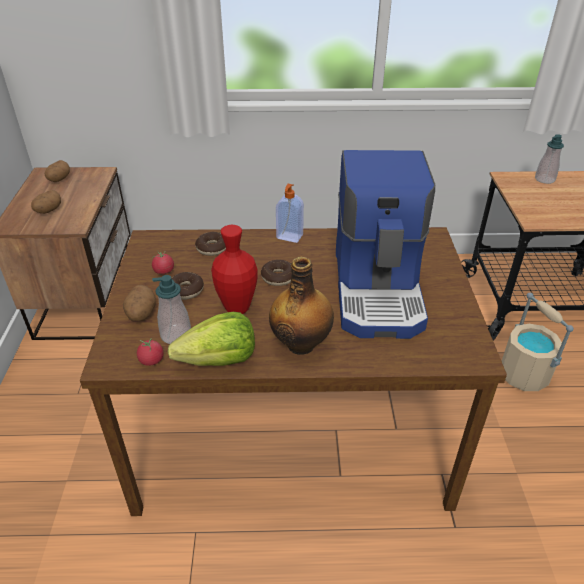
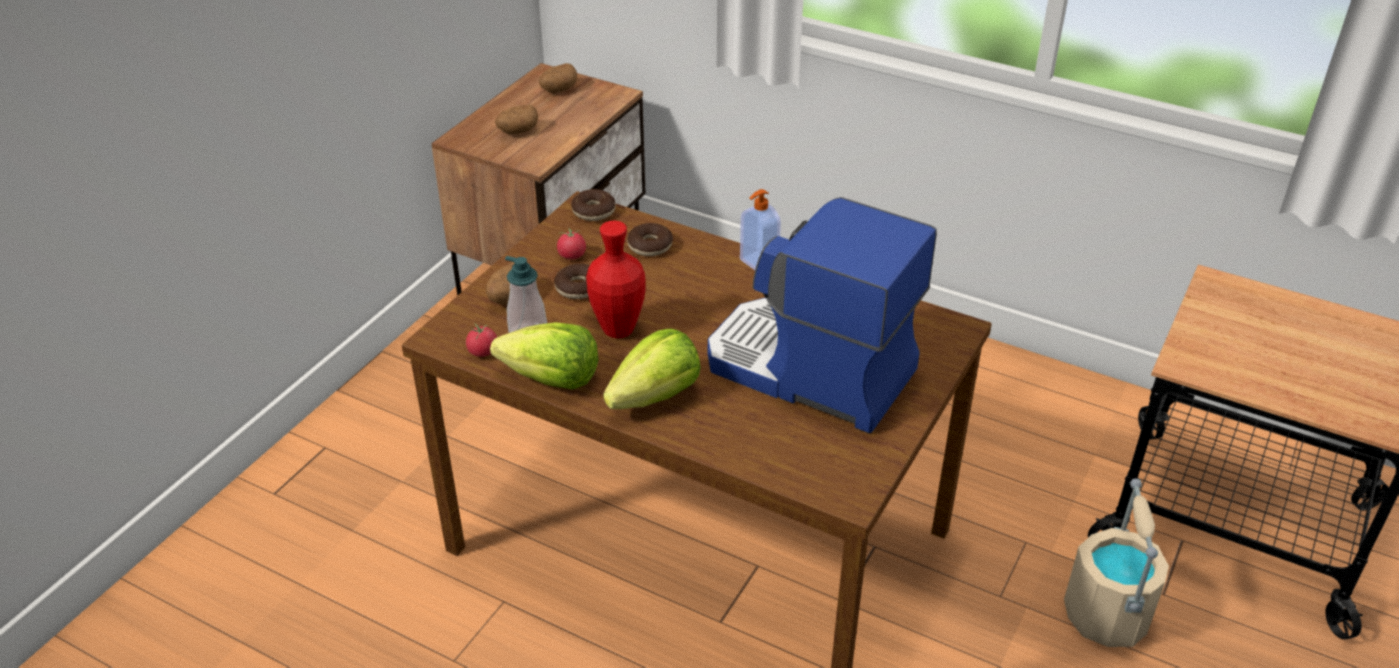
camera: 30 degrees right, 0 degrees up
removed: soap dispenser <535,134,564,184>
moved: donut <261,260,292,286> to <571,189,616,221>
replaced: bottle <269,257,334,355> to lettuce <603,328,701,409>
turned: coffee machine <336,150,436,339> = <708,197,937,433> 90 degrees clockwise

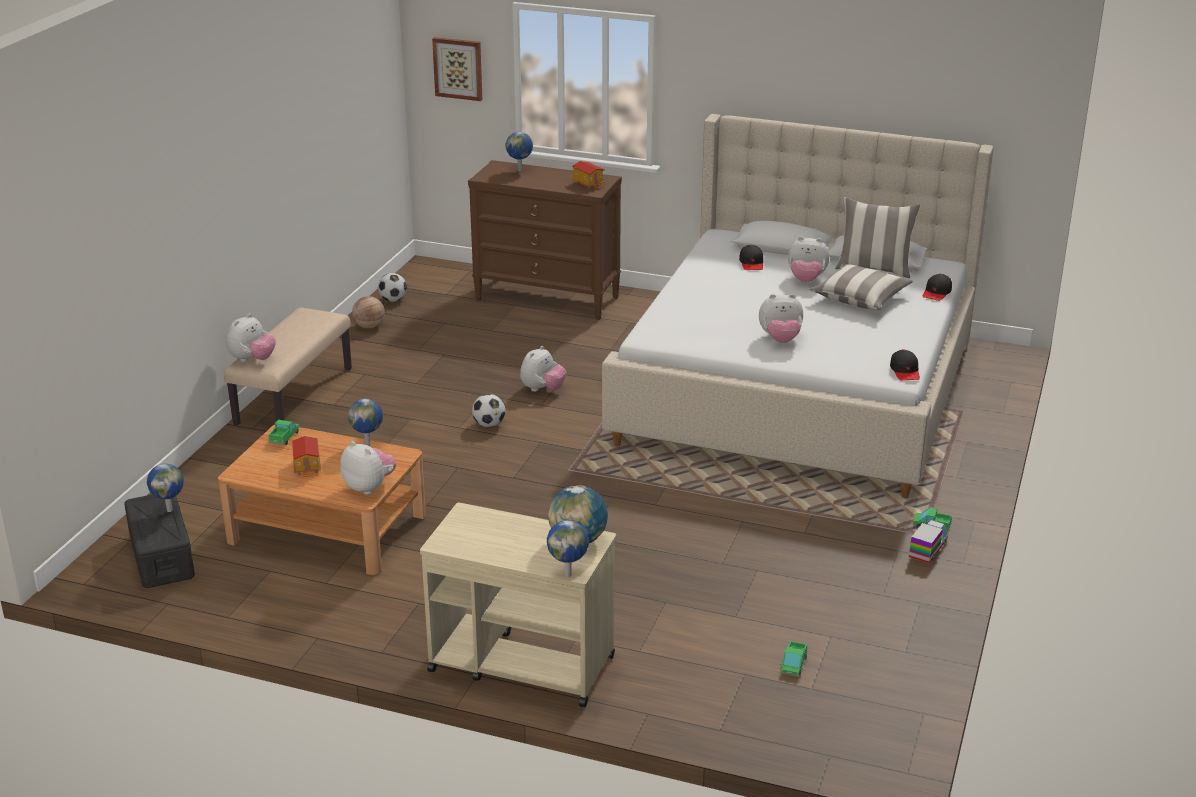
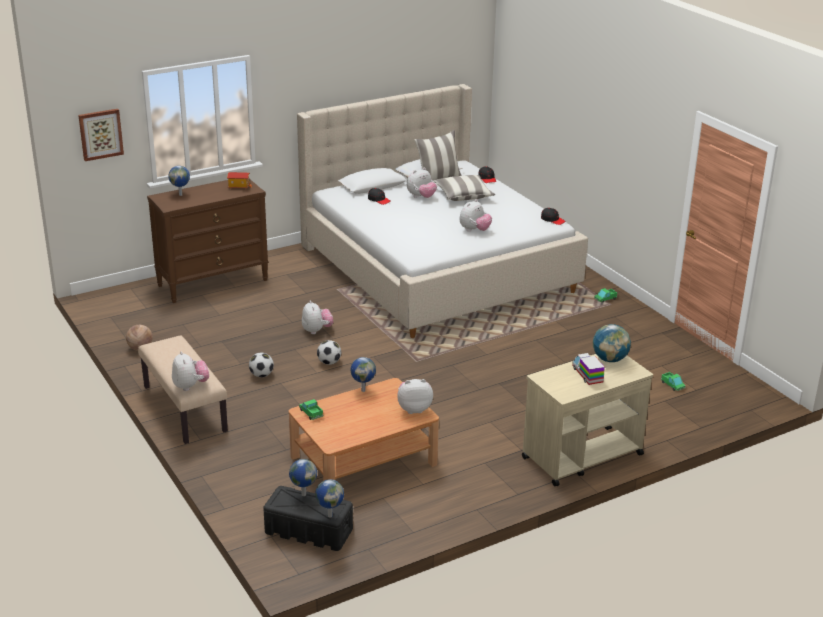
camera: 50 degrees left, 0 degrees up
removed: toy house <292,436,321,478>
moved: football <378,273,407,302> to <249,352,274,377>; globe <547,520,589,577> to <315,479,344,517>; toy truck <909,520,948,563> to <572,353,605,385>

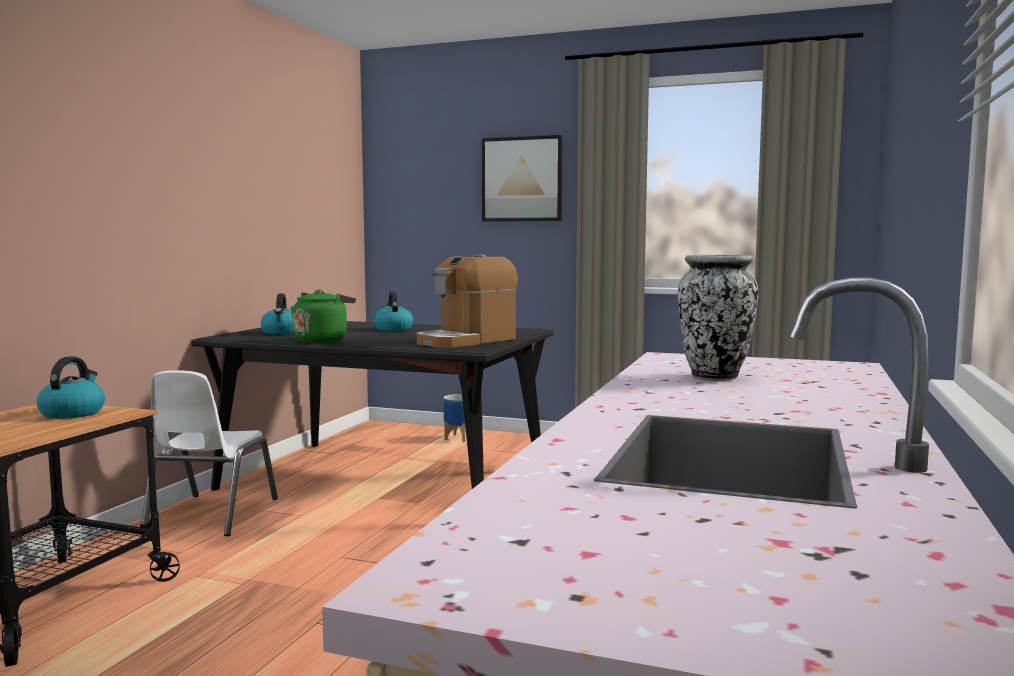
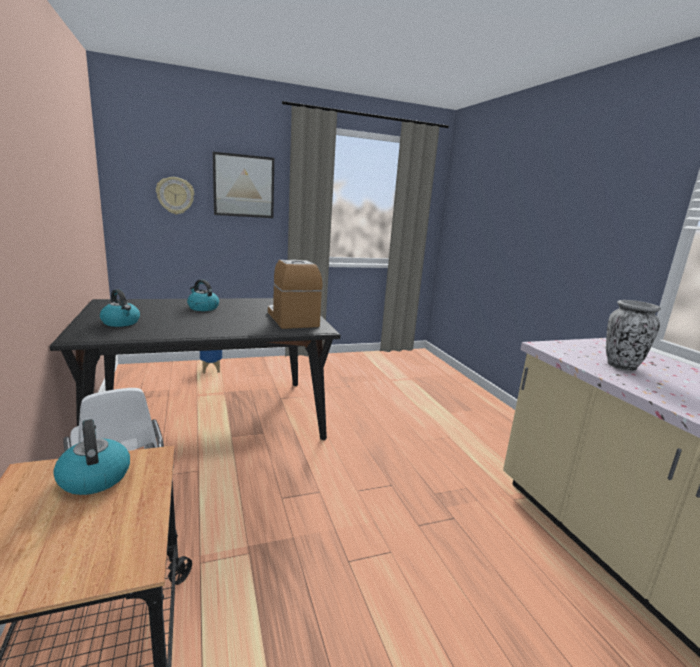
camera: 40 degrees left, 10 degrees up
removed: green kettle <291,290,356,343>
added: wall clock <156,177,194,214>
turned: coffee machine <417,254,518,348> = <268,260,322,329> 150 degrees clockwise

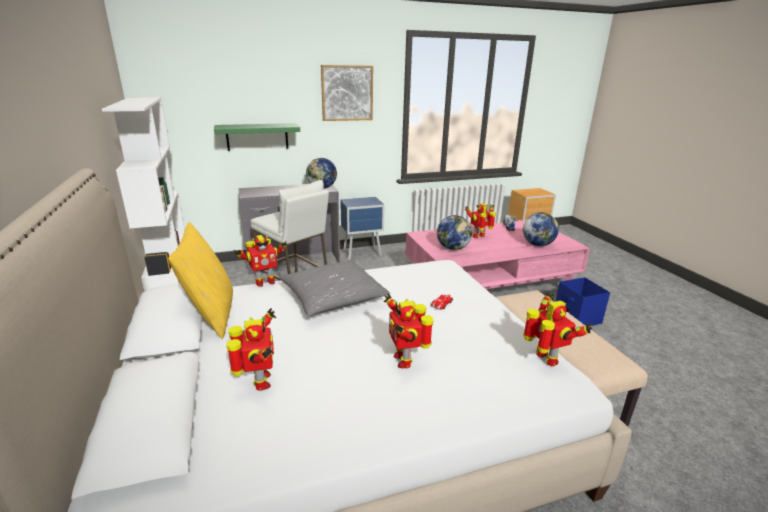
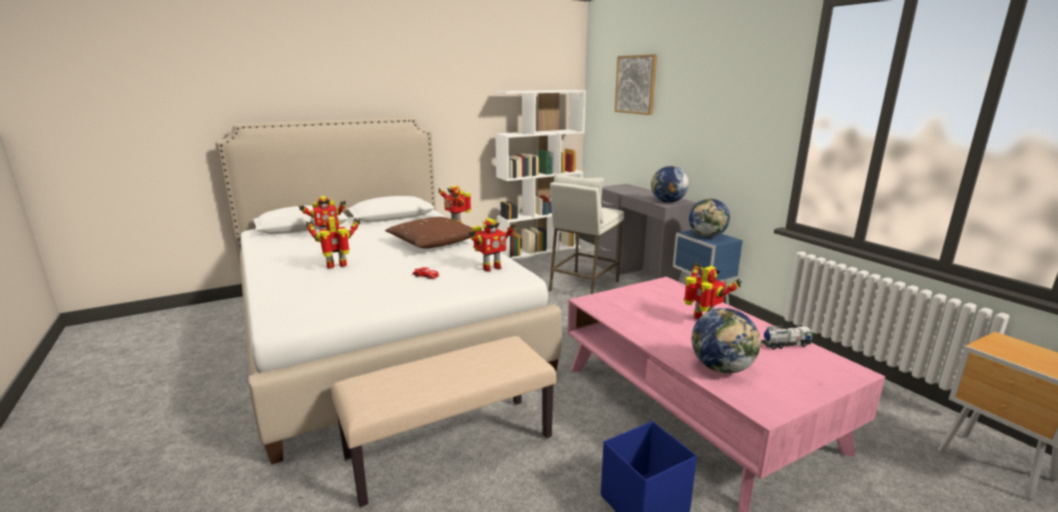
camera: 80 degrees right, 5 degrees down
removed: yellow pillow <168,222,233,339>; green shelf <214,123,300,151>
moved: picture <321,65,373,121> to <615,54,657,115>; globe <437,215,472,250> to <689,199,730,238>; toy robot <523,291,592,366> to <468,218,517,272>
recoloured: grey pillow <280,260,390,316> to brown pillow <385,217,473,249>

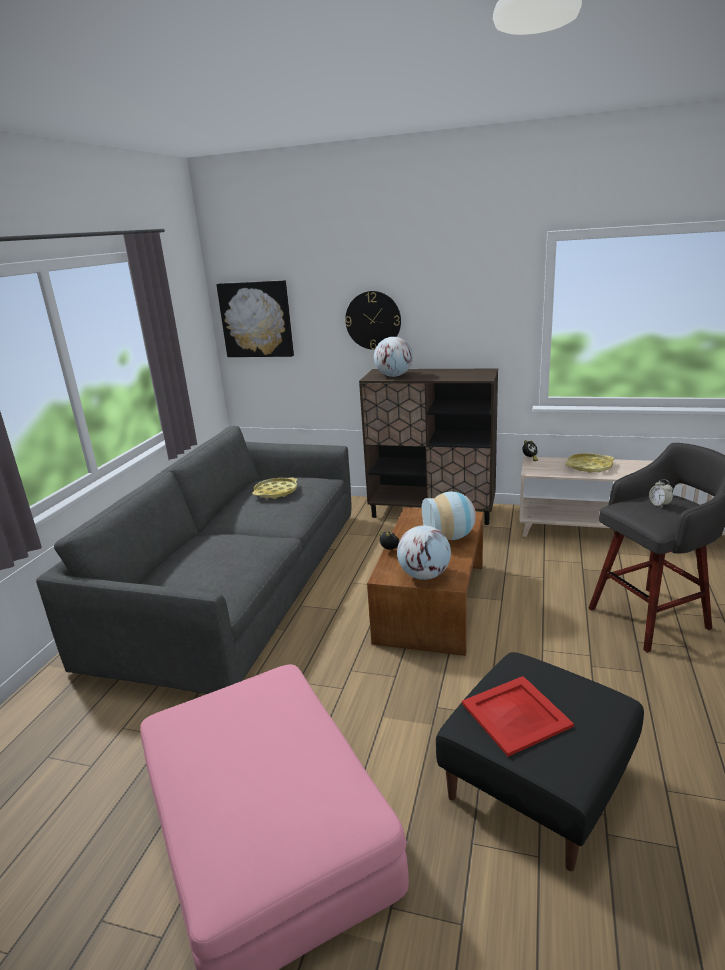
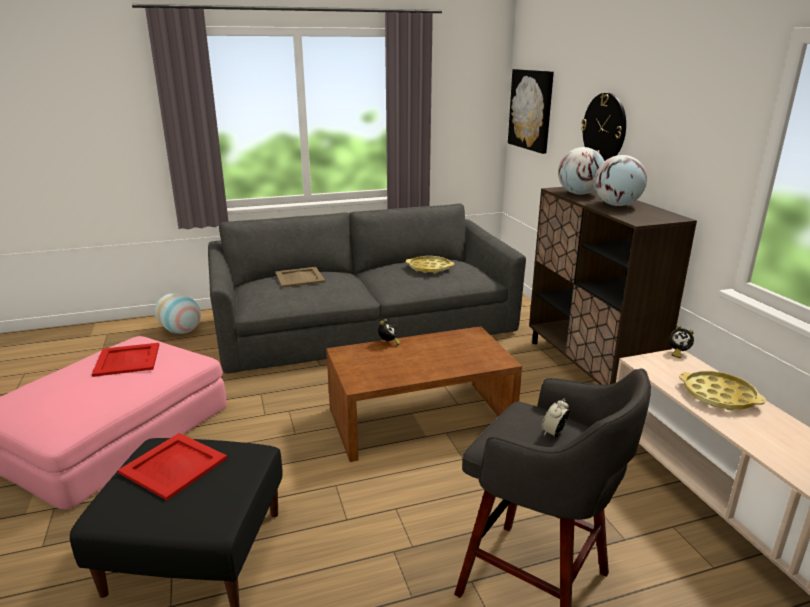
camera: 55 degrees right, 0 degrees up
added: red tray <92,343,159,377>; beige tray <275,267,325,288>
moved: globe <397,525,451,580> to <594,155,647,206>; vase <422,492,476,540> to <155,293,201,334>

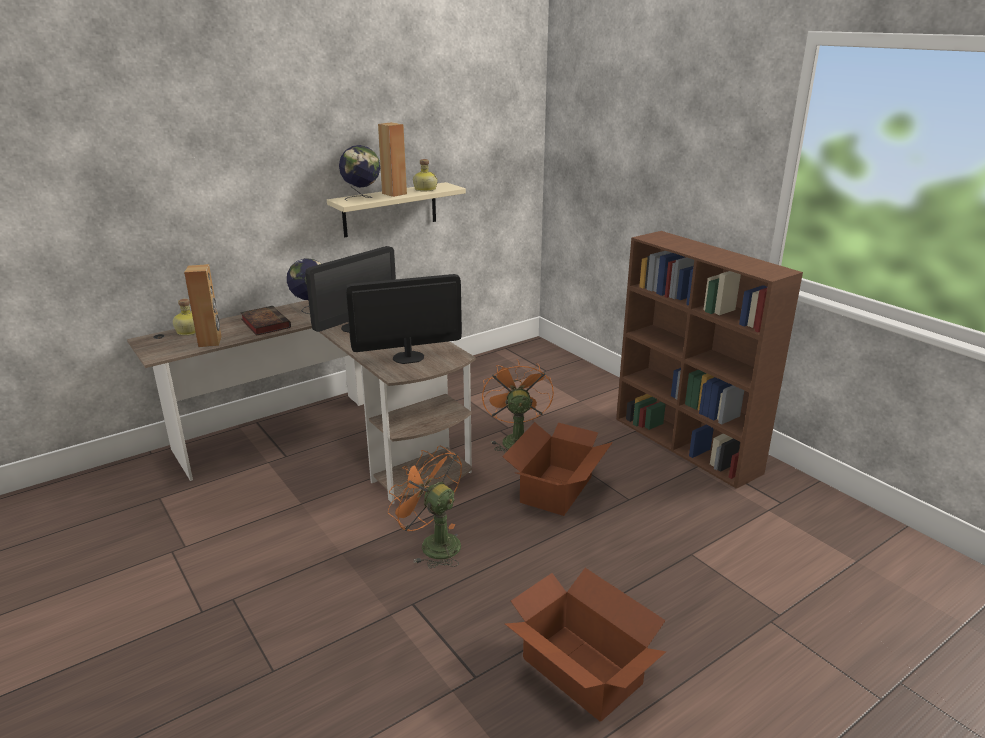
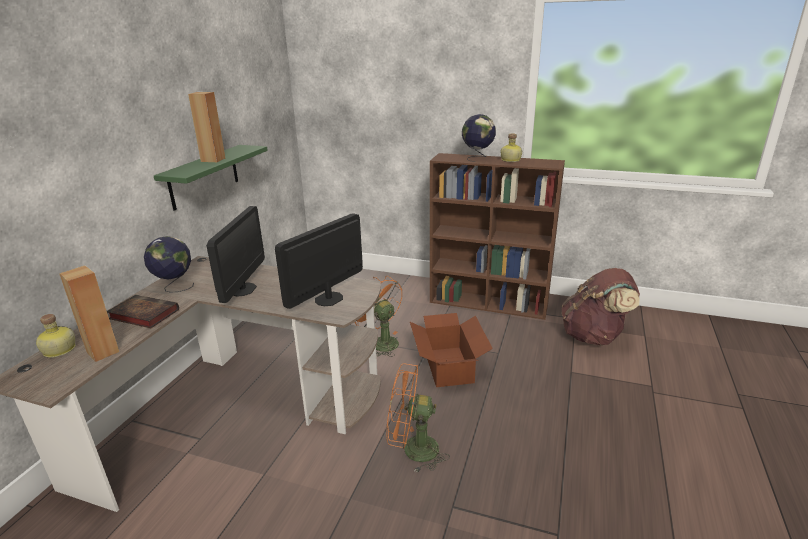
camera: 35 degrees left, 0 degrees up
removed: cardboard box <505,568,666,721>
added: brown backpack <561,268,640,345>
moved: globe <339,145,380,201> to <462,114,496,162>; bottle <413,159,437,191> to <501,133,522,162>
recoloured: beige shelf <327,182,466,237> to green shelf <154,145,268,211>

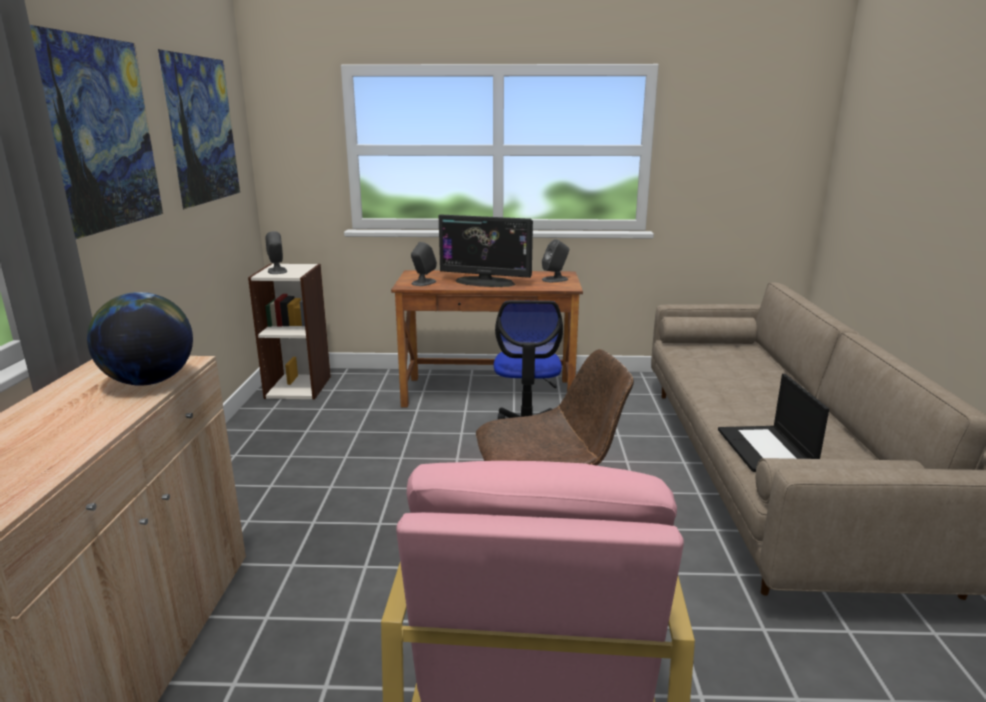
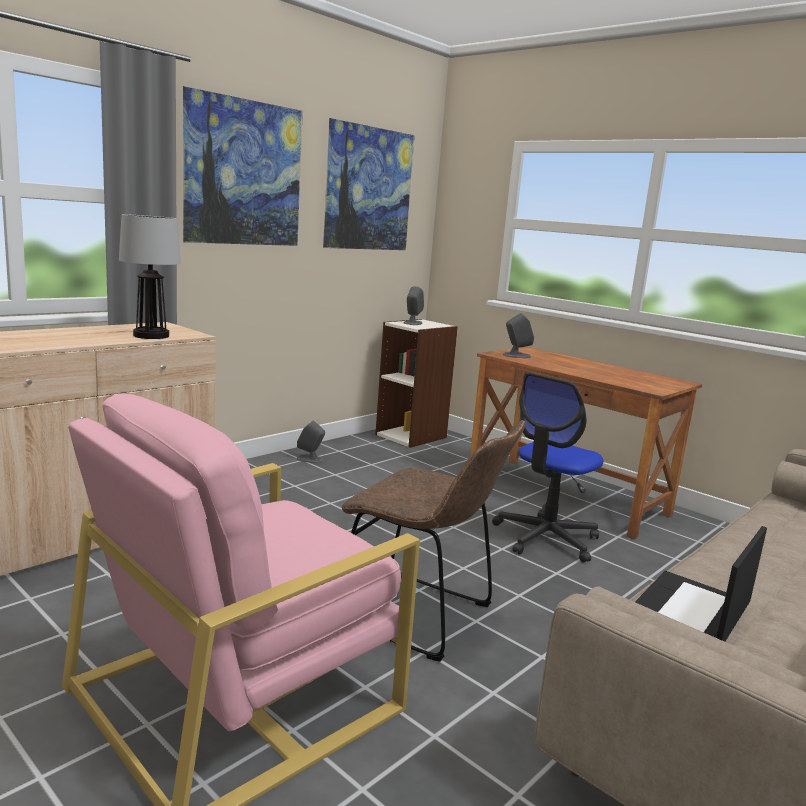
camera: 40 degrees right, 5 degrees down
removed: monitor <439,215,533,287>
moved: grey speaker <542,239,569,282> to <296,421,325,463>
replaced: globe <87,292,193,386> to table lamp <119,214,181,339>

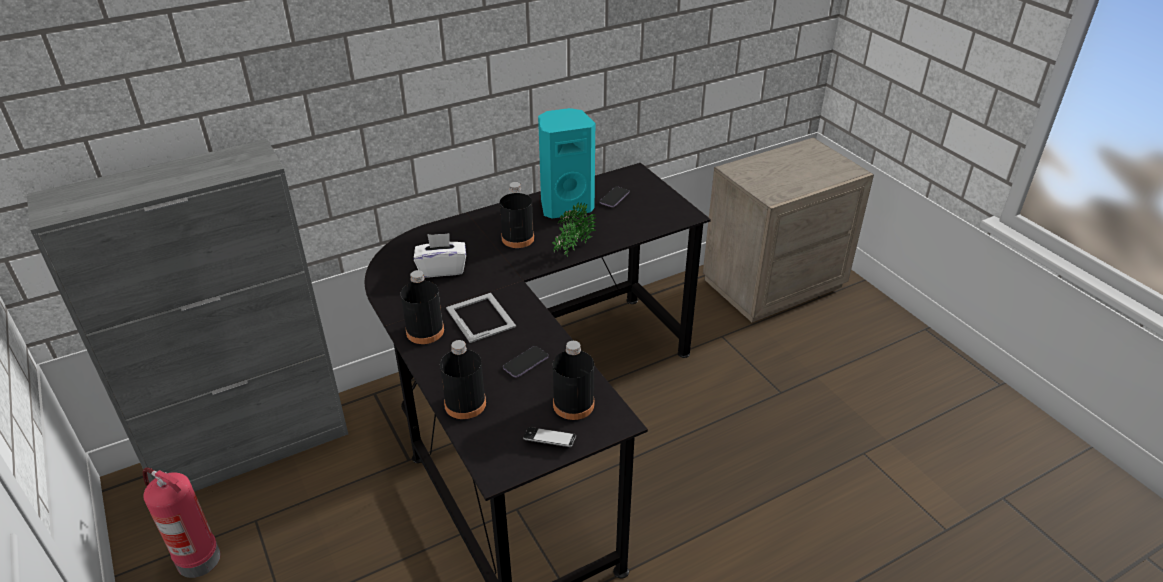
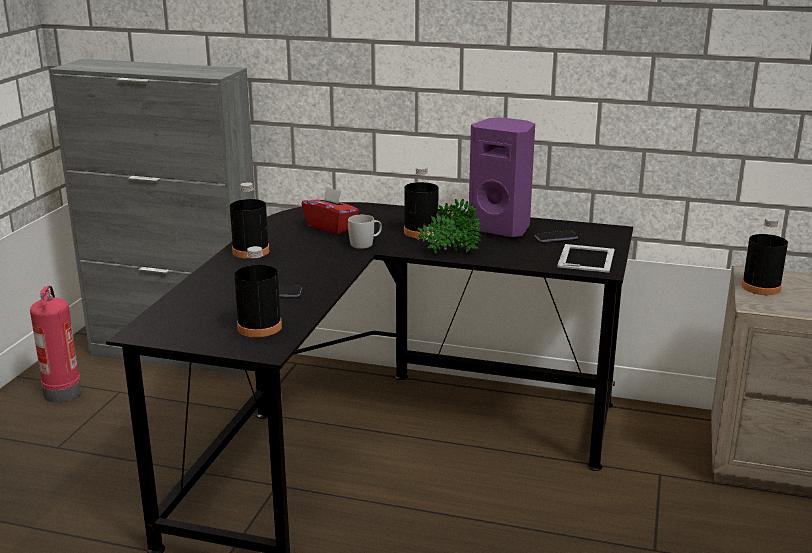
camera: 45 degrees right, 15 degrees down
removed: phone <523,427,576,447>
added: white mug <348,215,382,249>
moved: black bottle <440,340,486,419> to <742,218,788,295>; picture frame <446,293,516,343> to <557,244,615,273>
recoloured: white tissue box <414,233,466,277> to red tissue box <302,187,359,234>; turquoise speaker <538,108,595,219> to purple speaker <469,118,535,237>

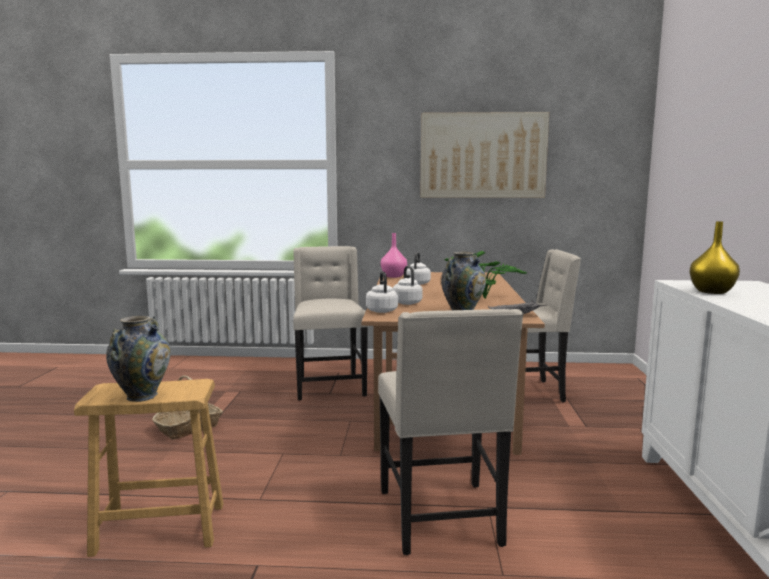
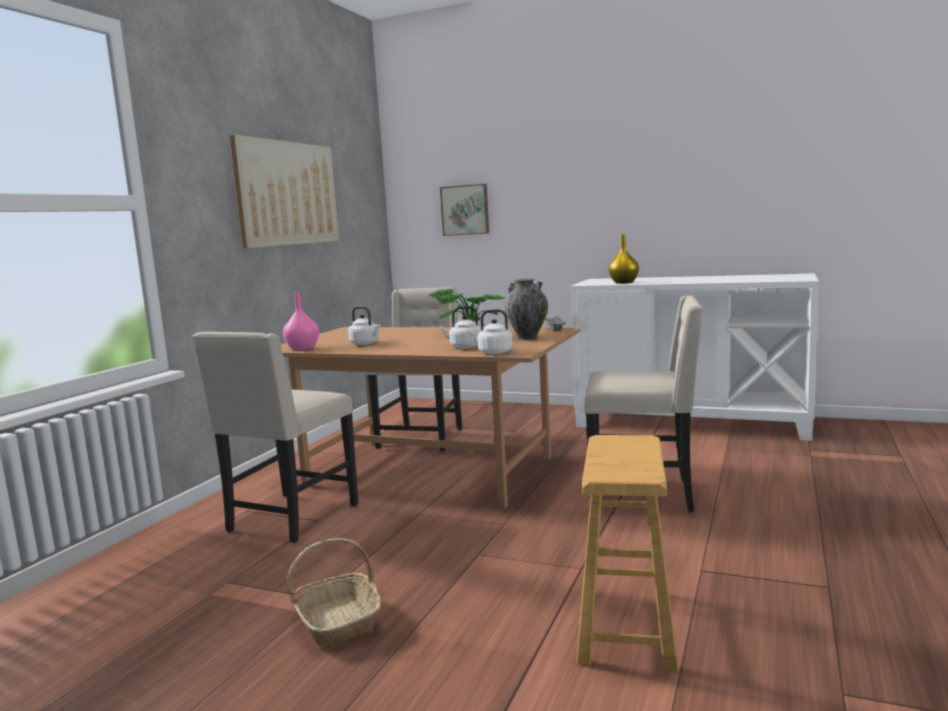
camera: 70 degrees left, 0 degrees up
removed: vase <106,316,170,402>
added: picture <440,184,489,236>
turned: beige chair <293,246,369,401> = <192,332,358,543> 75 degrees counterclockwise

